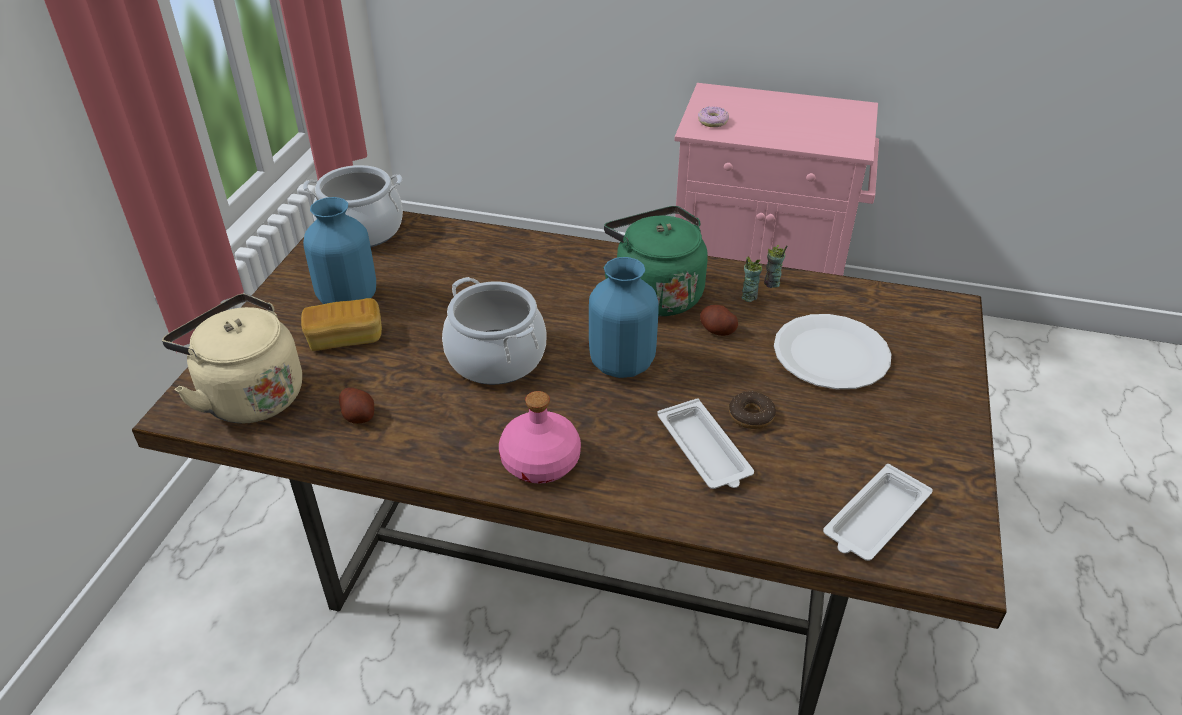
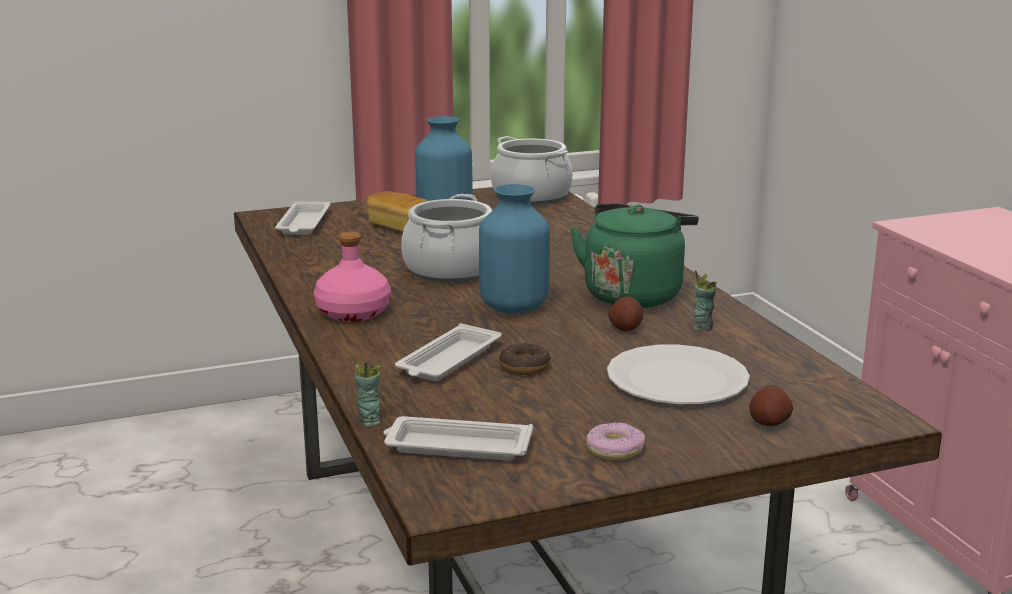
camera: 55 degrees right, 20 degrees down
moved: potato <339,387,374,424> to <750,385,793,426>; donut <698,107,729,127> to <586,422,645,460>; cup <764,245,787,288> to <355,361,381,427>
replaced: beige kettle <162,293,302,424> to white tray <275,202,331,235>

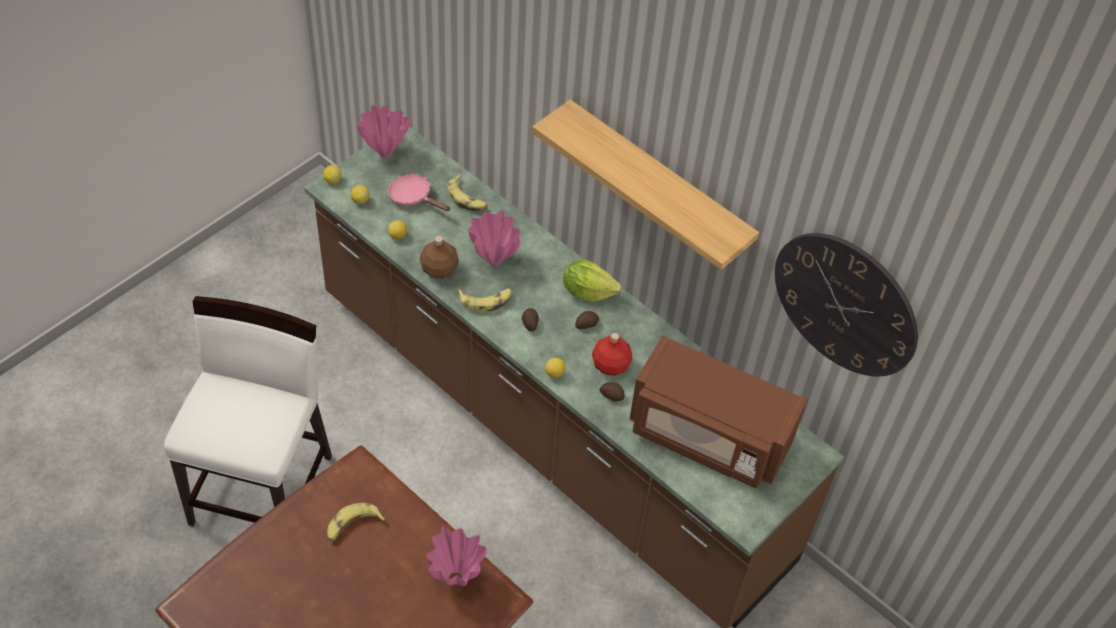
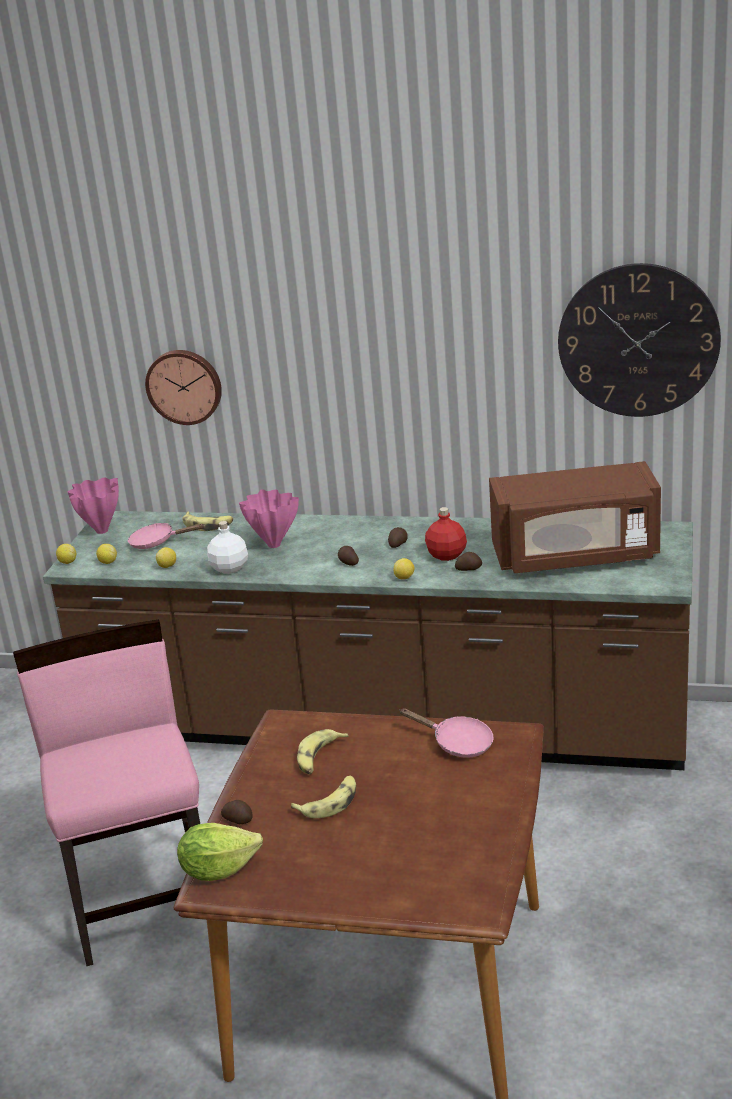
camera: 25 degrees left, 25 degrees down
removed: shelf <532,100,759,270>
added: wall clock <145,350,222,425>; potato <221,800,253,824>
moved: banana <457,288,512,312> to <291,776,356,818>; lettuce <563,259,622,301> to <177,823,263,881>
replaced: pink vase <426,525,487,586> to pink frying pan <399,708,494,758>
recoloured: white chair <164,296,332,526> to pink chair <13,619,200,966>; brown bottle <420,236,459,279> to white bottle <207,521,248,574>

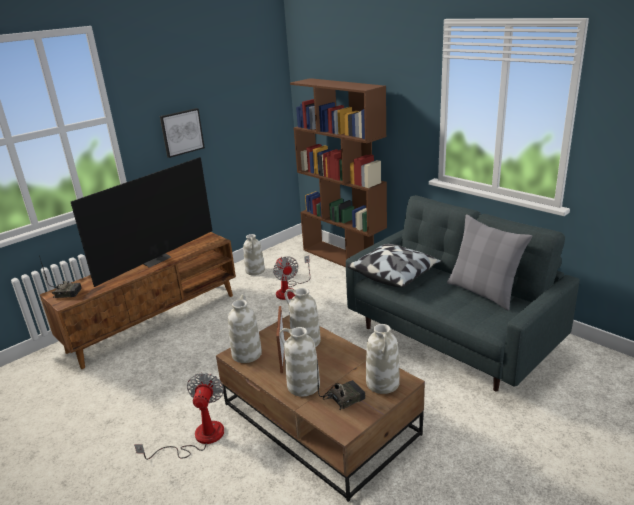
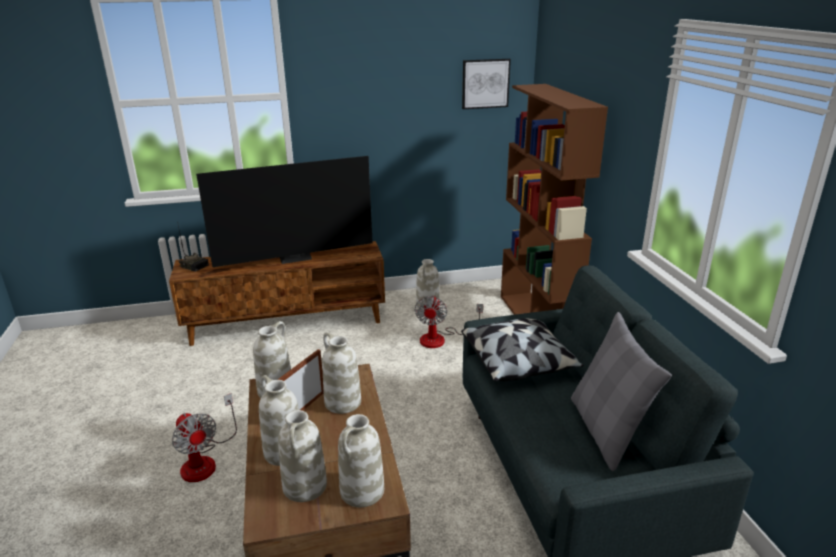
camera: 30 degrees right, 0 degrees up
moved: picture <160,108,205,158> to <462,59,511,109>
replaced: radio <317,359,365,410> to white vase <278,410,327,502>
turned: fan <134,373,224,460> = <172,393,237,482> 105 degrees clockwise

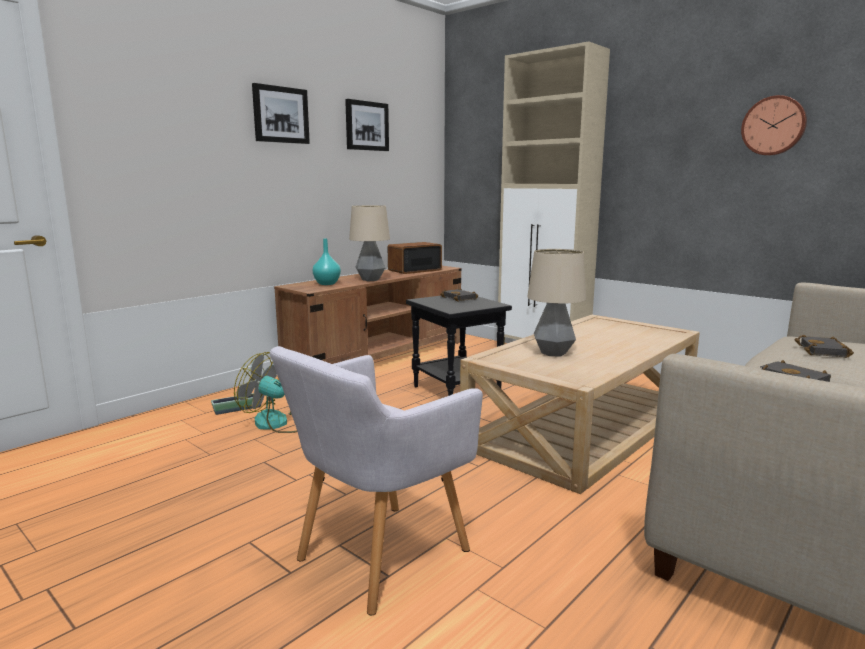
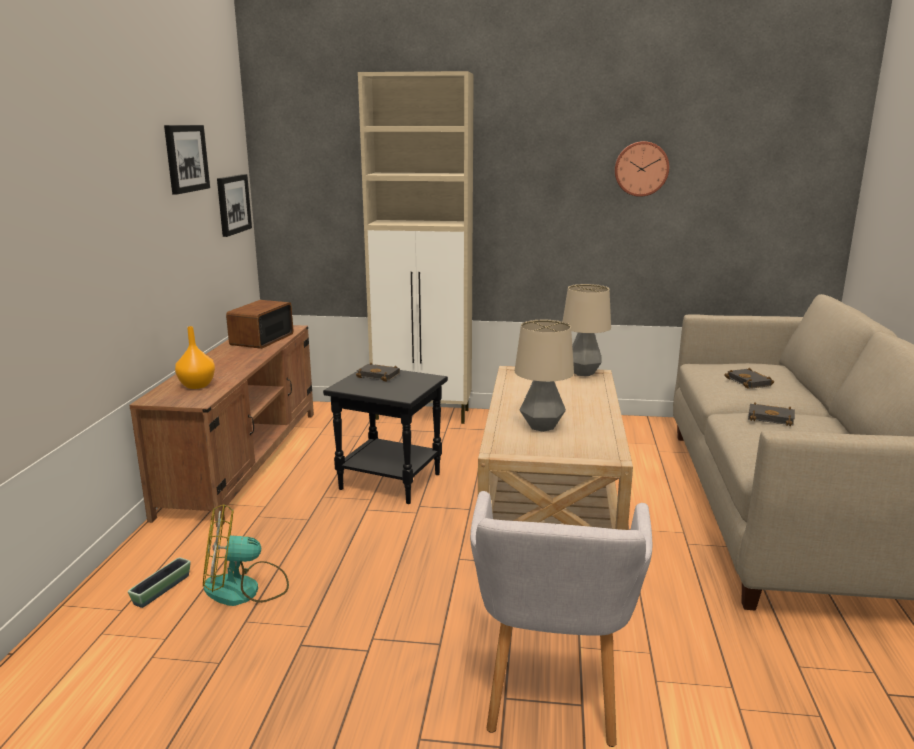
camera: 35 degrees left, 5 degrees up
moved: picture <252,83,310,144> to <217,174,252,237>; table lamp <349,205,390,281> to <563,284,611,376>
recoloured: turquoise vase <313,239,341,285> to orange vase <175,326,215,389>

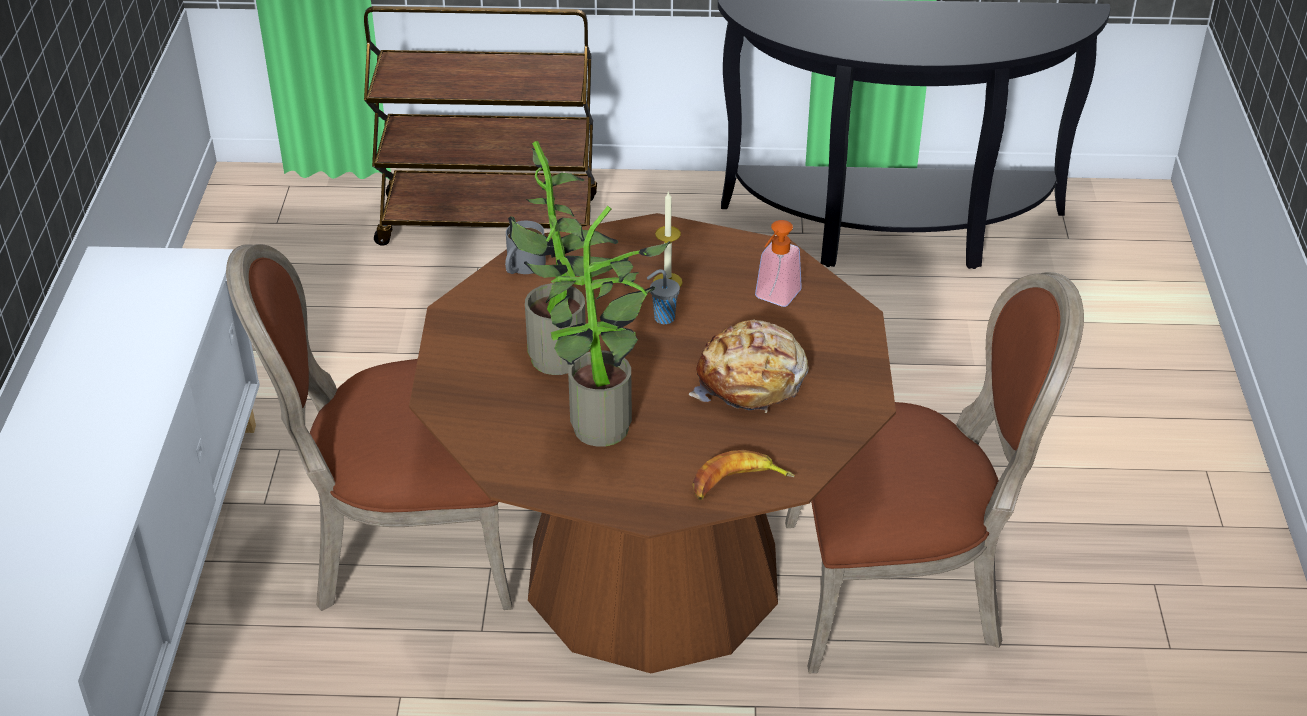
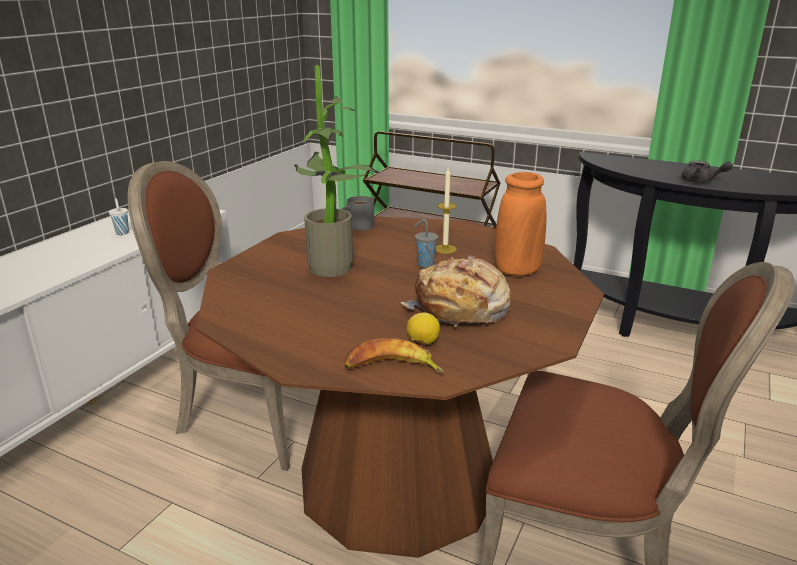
camera: 25 degrees right, 15 degrees down
removed: potted plant <546,206,671,447>
added: white cup <109,199,129,235>; lemon <407,312,440,345>; grey teapot <681,161,733,183>
replaced: soap dispenser <755,220,802,307> to orange vase <495,172,546,276>

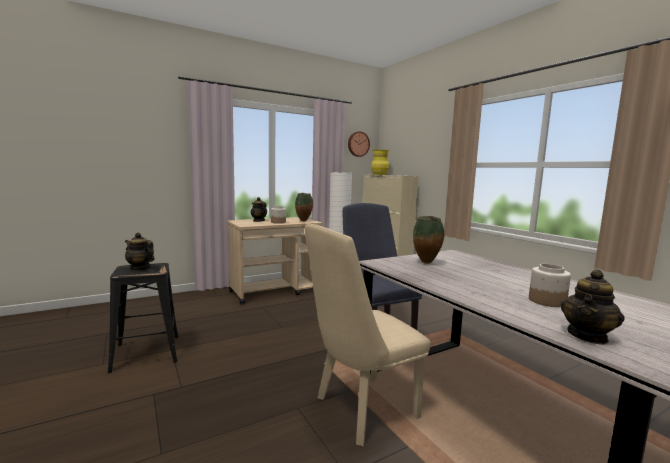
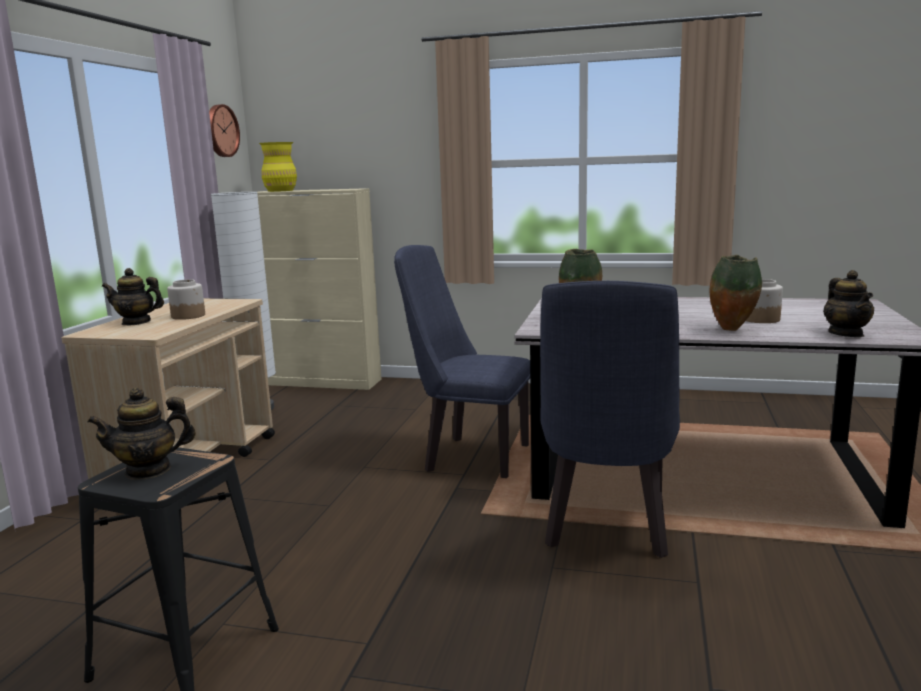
camera: 45 degrees left, 5 degrees up
moved: vase <295,193,313,221> to <710,255,762,331>
recoloured: beige chair <305,224,431,446> to blue chair <540,281,680,558>

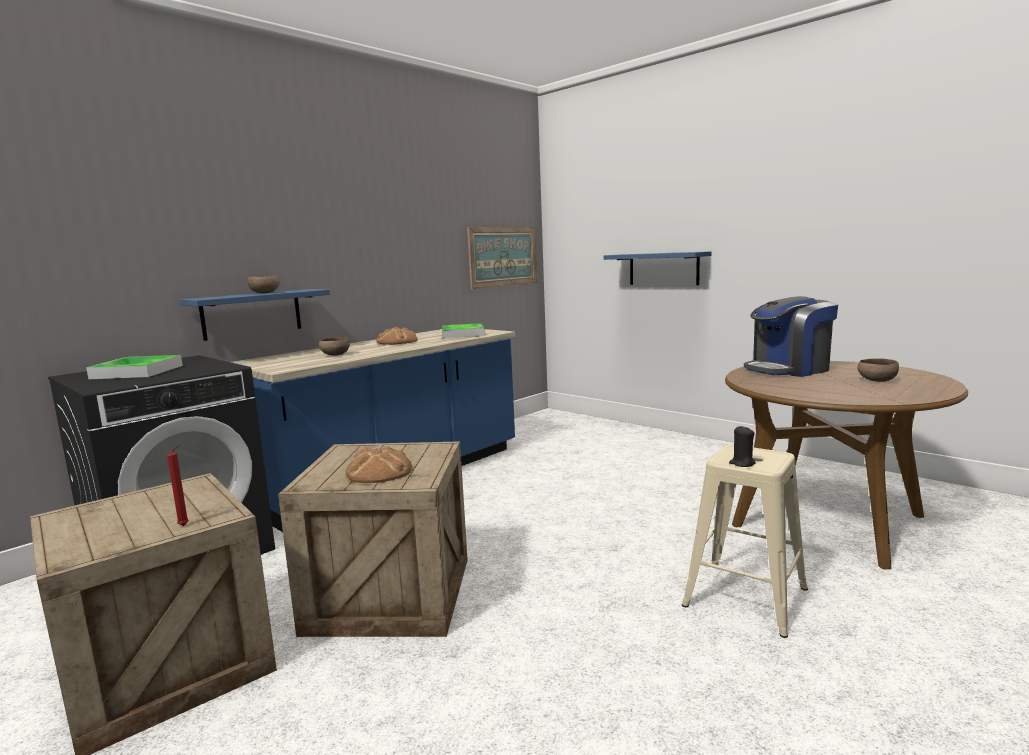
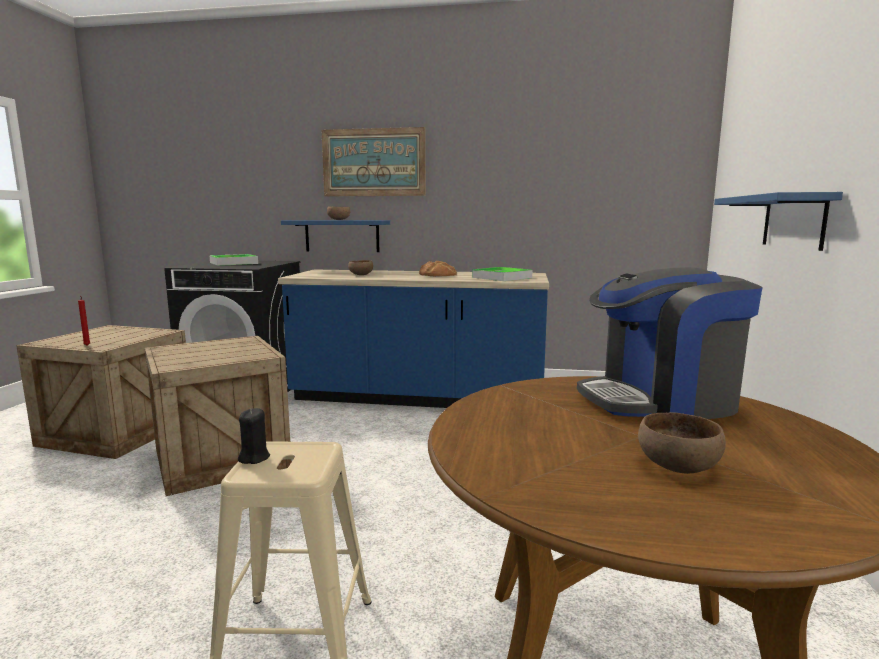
camera: 55 degrees right, 0 degrees up
removed: bread <346,446,412,483>
moved: picture <467,227,537,289> to <321,127,426,196>
turned: coffee machine <744,296,838,377> = <577,267,763,419> 45 degrees counterclockwise

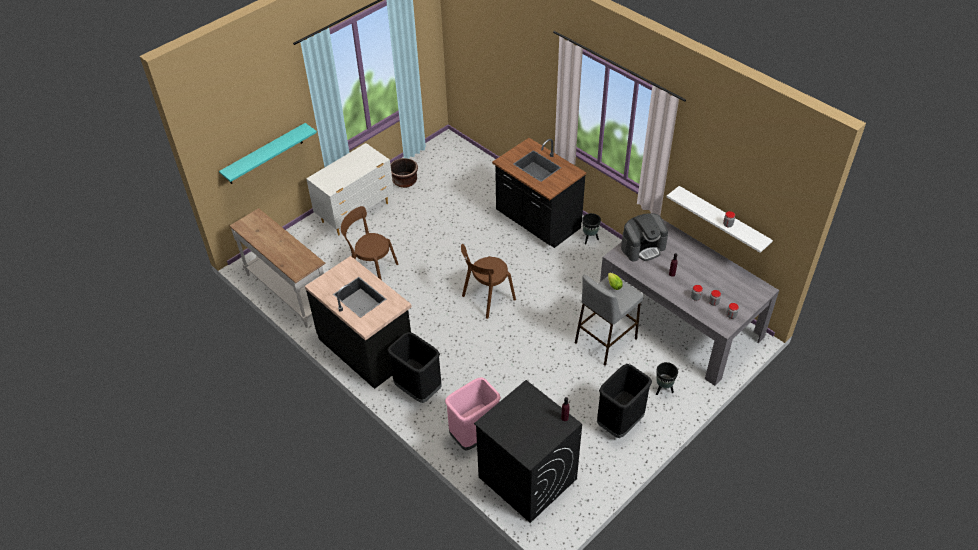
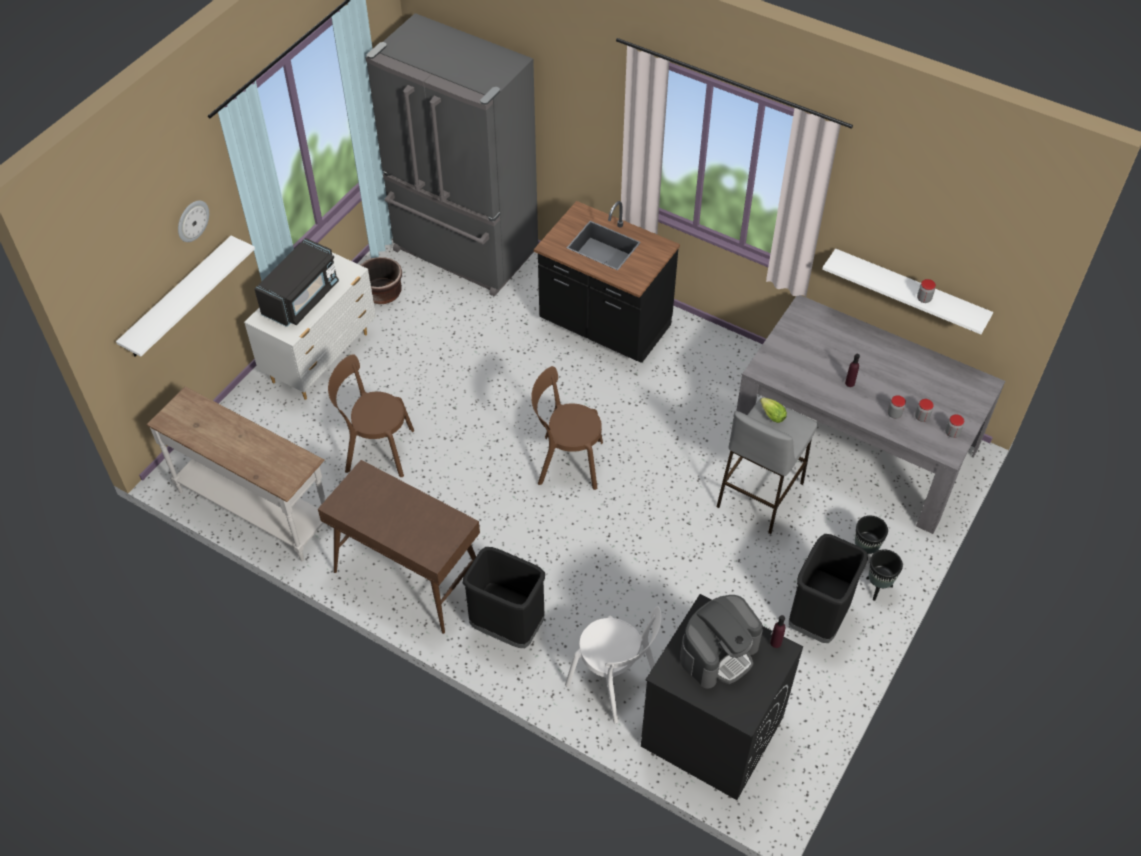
camera: 15 degrees left, 5 degrees up
added: wall clock <178,201,209,242>; black microwave <255,238,339,327>; grey fridge <366,13,538,297>
moved: black planter <582,213,601,245> to <866,549,903,601>; coffee machine <621,213,668,262> to <680,595,763,689>
replaced: black counter <305,256,412,389> to brown console table <318,460,480,634>; pink trash can <445,377,501,451> to white chair <565,607,661,724>
recoloured: turquoise shelf <219,123,317,184> to white shelf <116,236,255,357>
turned: brown chair <461,243,516,319> = <531,366,603,490> 60 degrees clockwise

